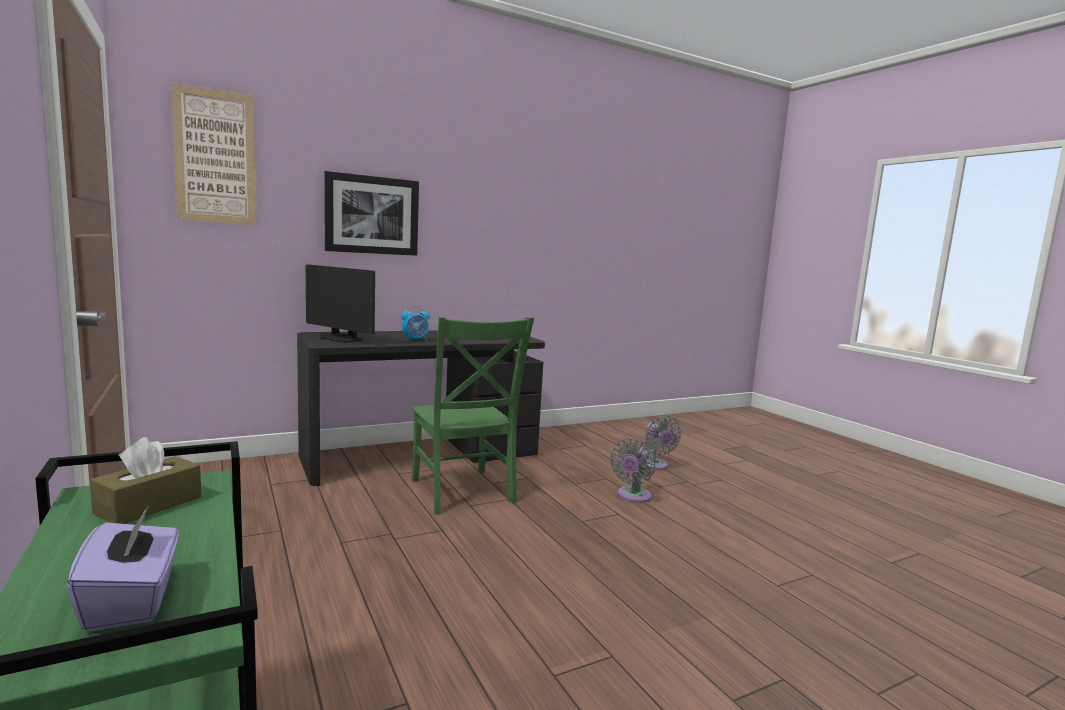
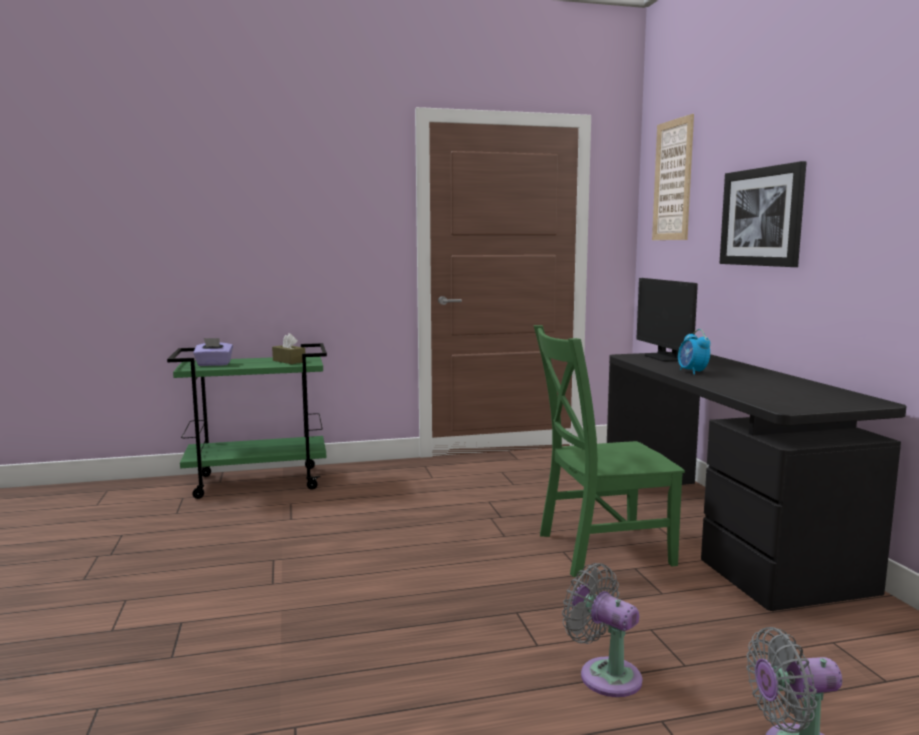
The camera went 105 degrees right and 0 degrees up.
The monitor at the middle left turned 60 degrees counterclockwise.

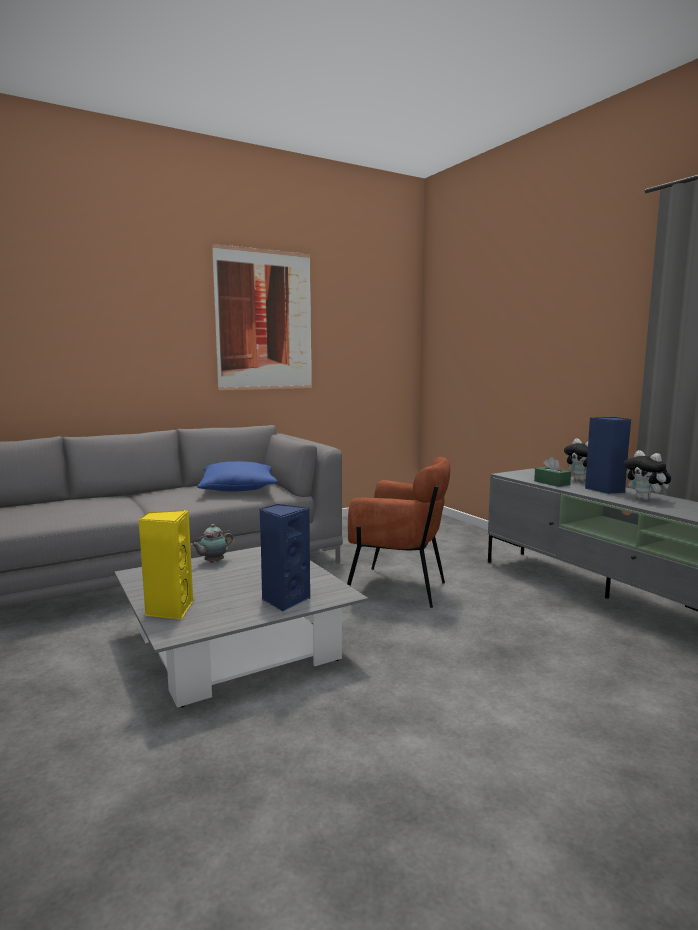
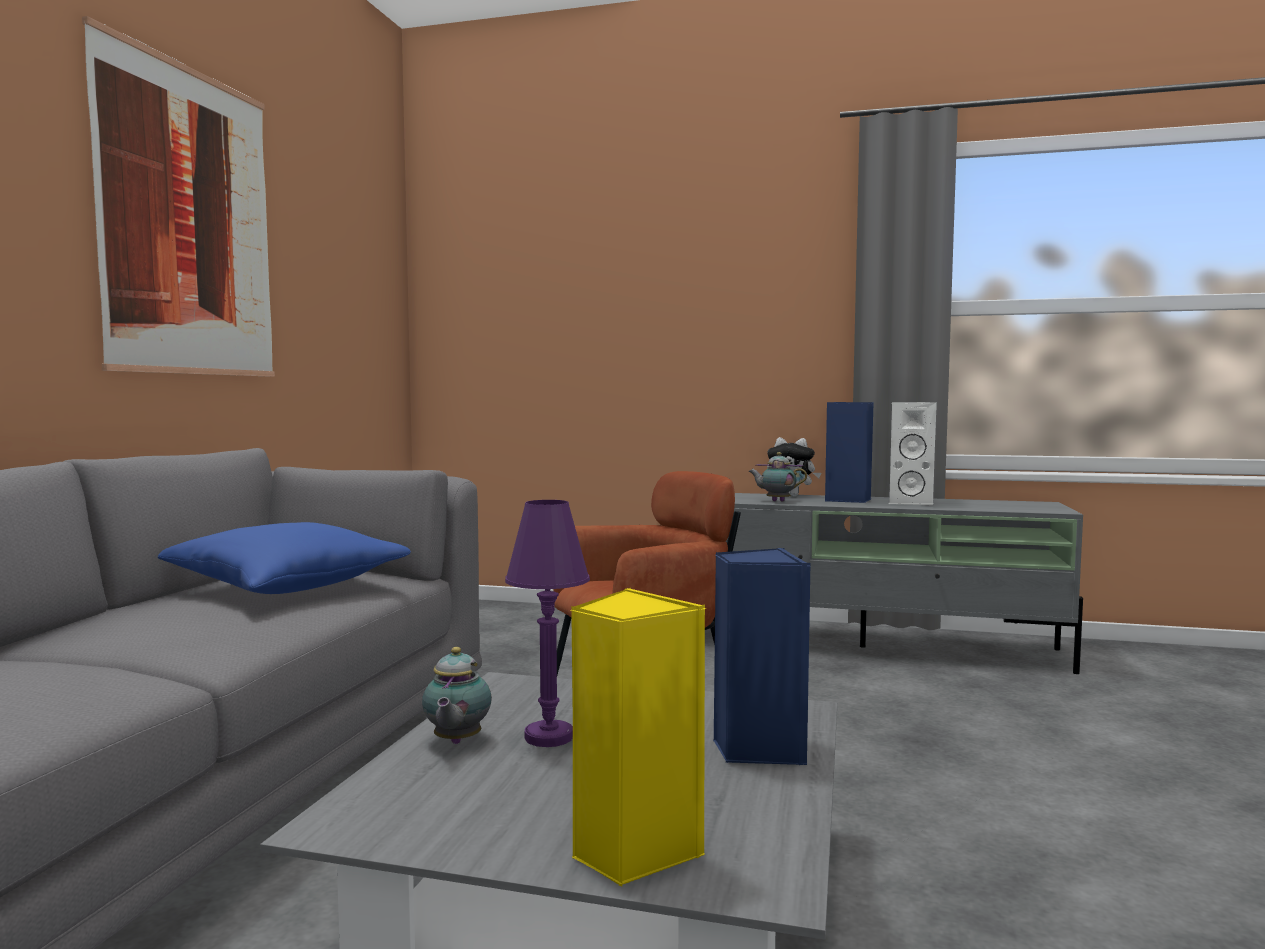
The camera went 45 degrees left and 5 degrees down.
The purple tabletop lamp at the centre appeared.
The greenish tissue holder at the middle right was replaced by the pot for tea (2nd from left) at the centre.
The plush toy (2nd from left) at the middle right was replaced by the whitish speaker at the middle right.

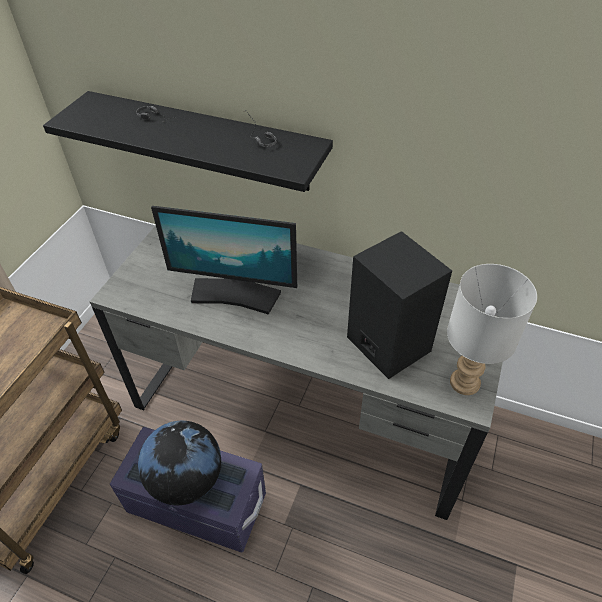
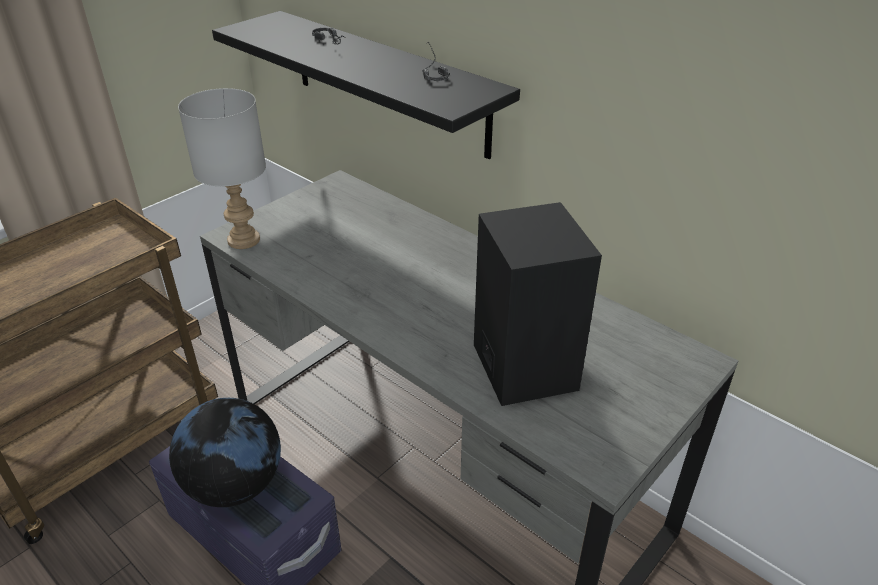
The camera went 20 degrees right and 10 degrees down.
The monitor at the centre disappeared.
The gray tabletop lamp moved from the middle right to the top left.

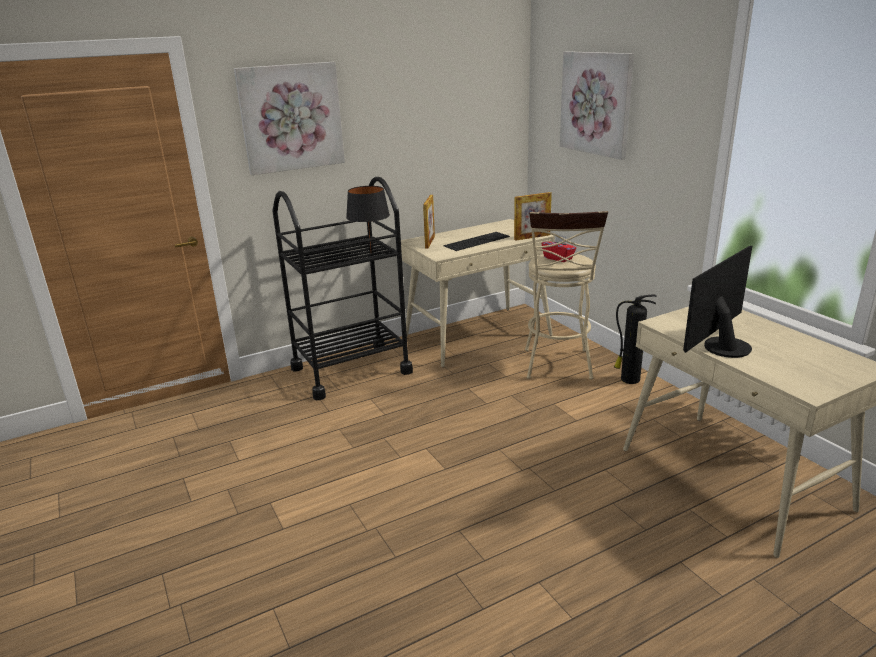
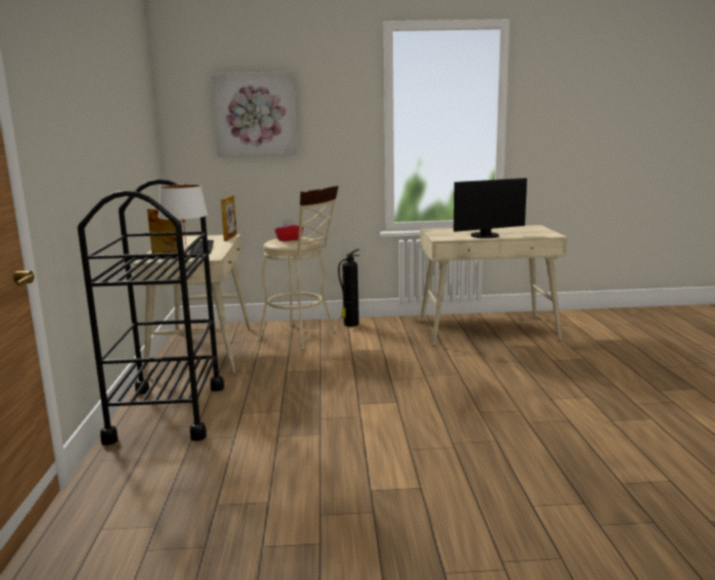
The camera went 65 degrees left and 10 degrees down.
The wall art (1st from left) at the top left disappeared.
The blackish tabletop lamp at the top centre became the whitish tabletop lamp at the middle left.
The monitor at the middle right turned 90 degrees counterclockwise.

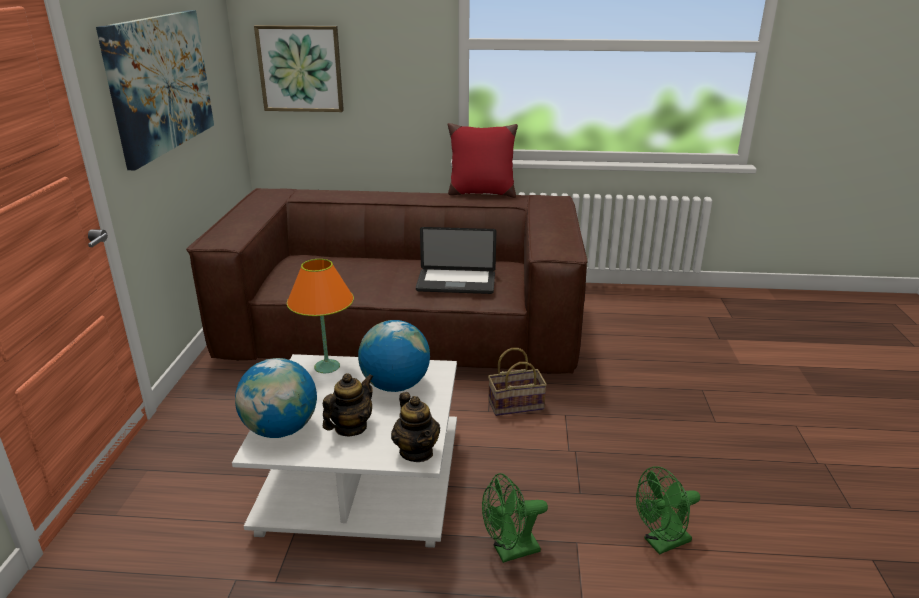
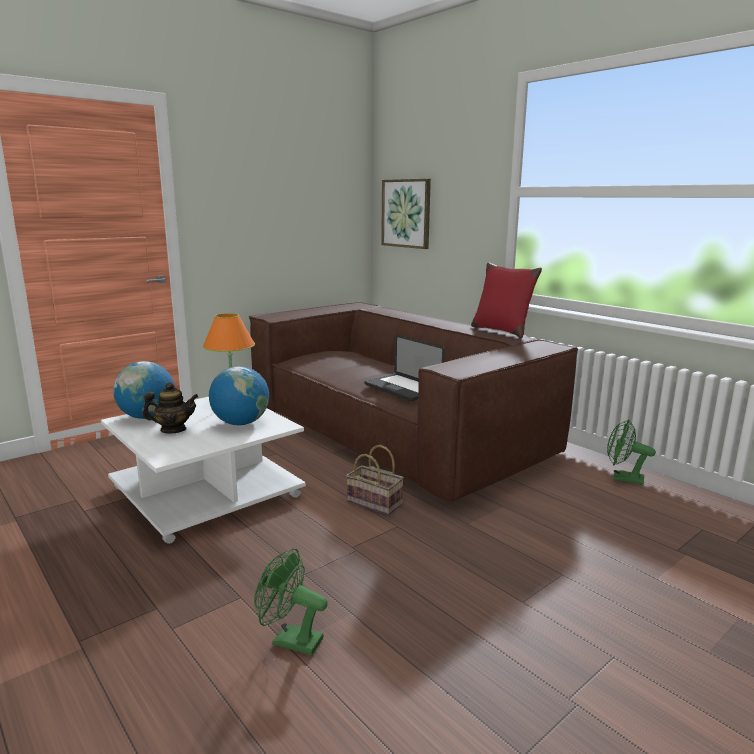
The camera went 45 degrees right and 10 degrees down.
The wall art (1st from left) at the top left disappeared.
The pot for tea (2nd from left) at the bottom centre disappeared.
The greenish cooling fan (1st from left in the first image) moved from the bottom centre to the middle right.

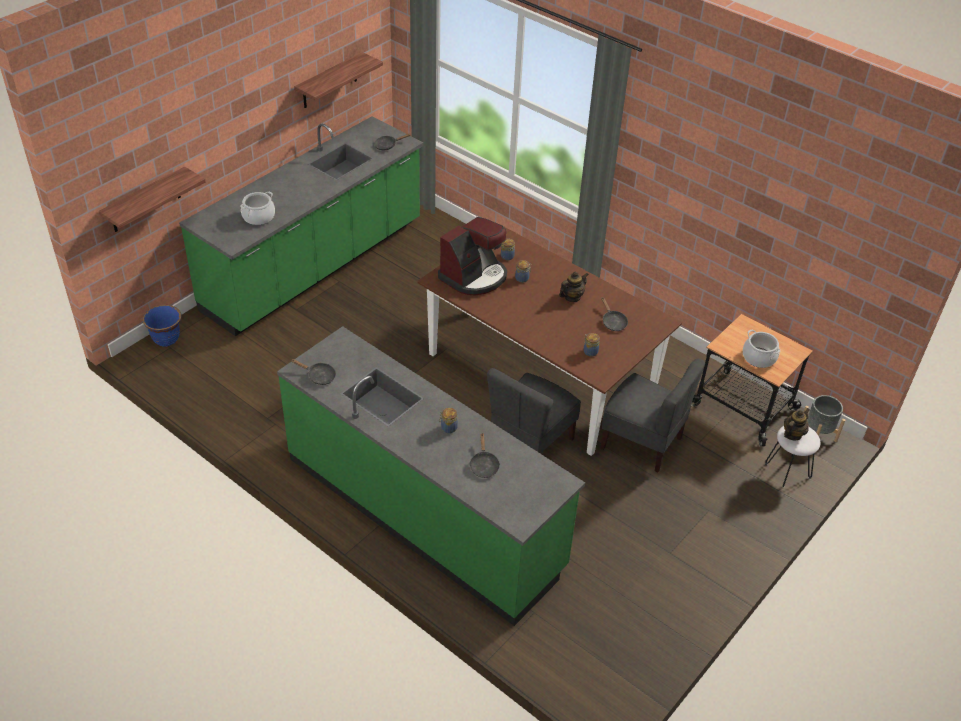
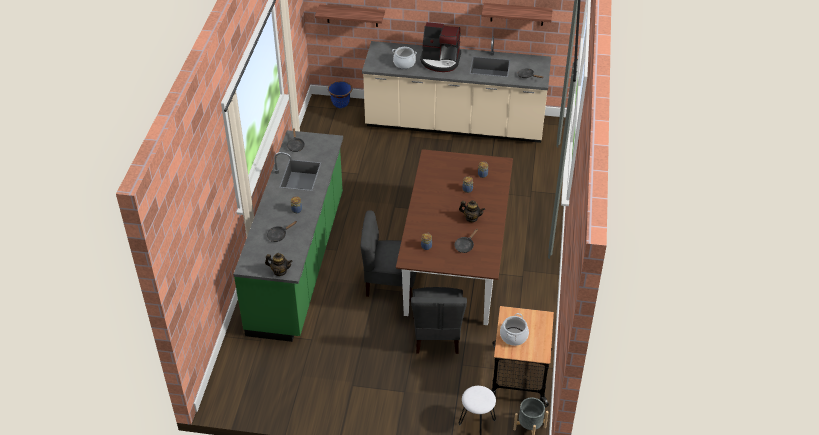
The camera went 60 degrees right and 0 degrees up.
The coffee brewer moved from the centre to the top centre.
The pot for tea (2nd from left in the first image) moved from the middle right to the centre.
The greenish kitchen base unit (1st from left) at the top left became the sand-coloured kitchen base unit at the top centre.

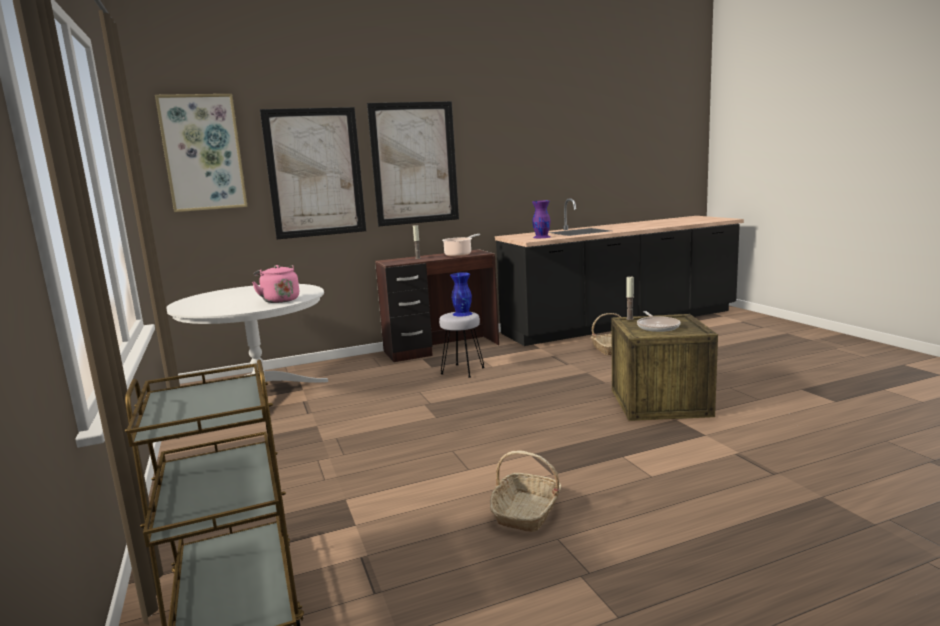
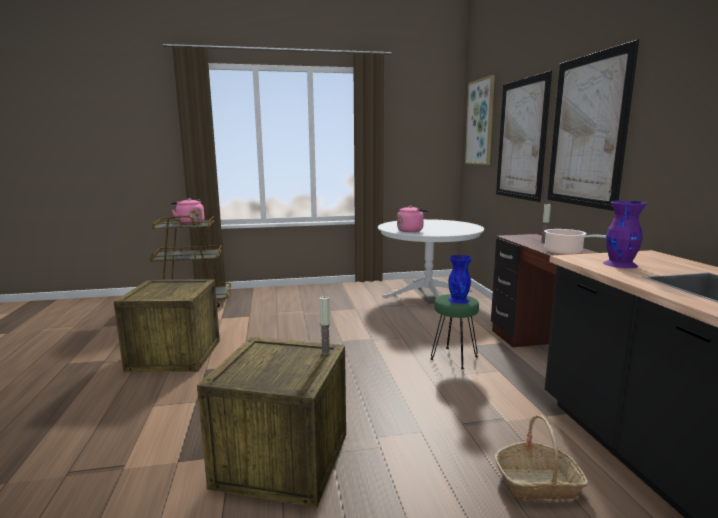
The camera went 100 degrees right and 0 degrees up.
The pan at the middle right disappeared.
The pinkish kettle (1st from left) at the middle left appeared.
The household basket (1st from left) at the bottom centre was replaced by the shipping crate (1st from left) at the middle left.
The gray sitting stool at the centre became the greenish sitting stool at the centre.

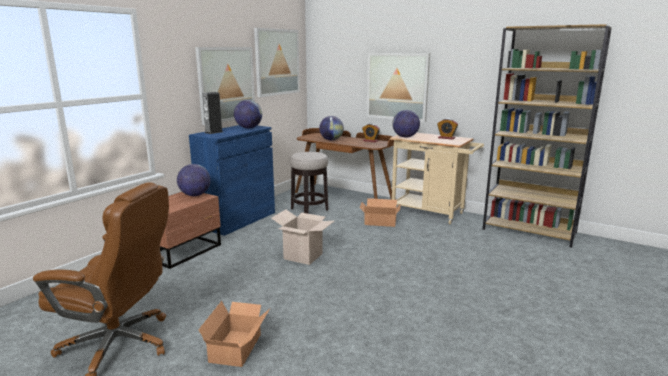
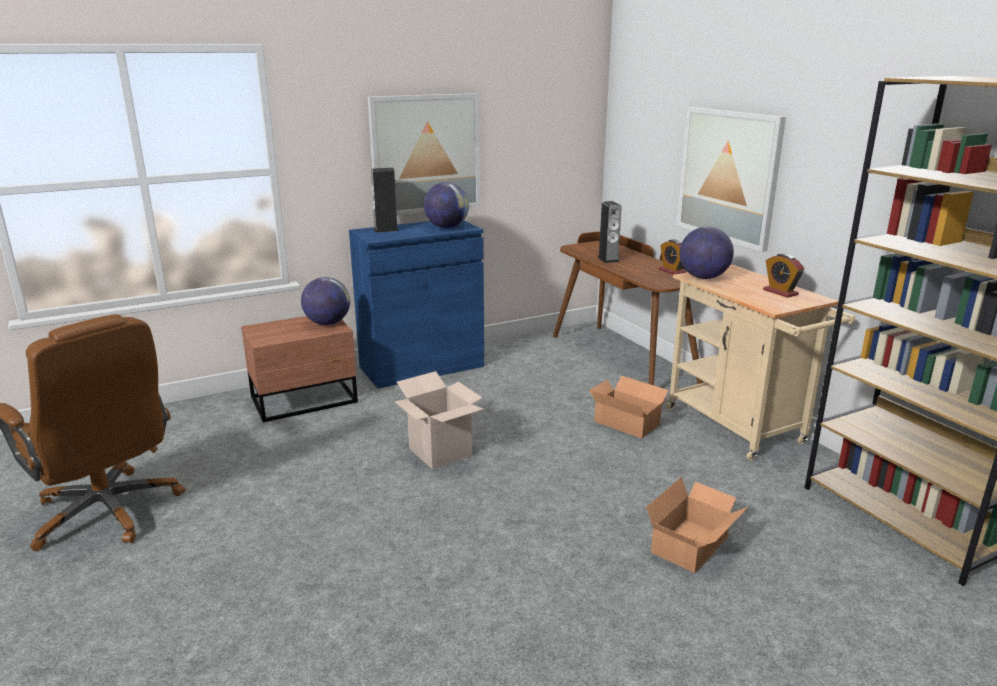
The camera went 30 degrees right and 5 degrees up.
The wall art (2nd from left) at the top centre disappeared.
The sitting stool at the centre disappeared.
The carton (1st from left in the first image) moved from the bottom centre to the bottom right.
The globe (3rd from left) at the centre was replaced by the speaker (2nd from left) at the centre.

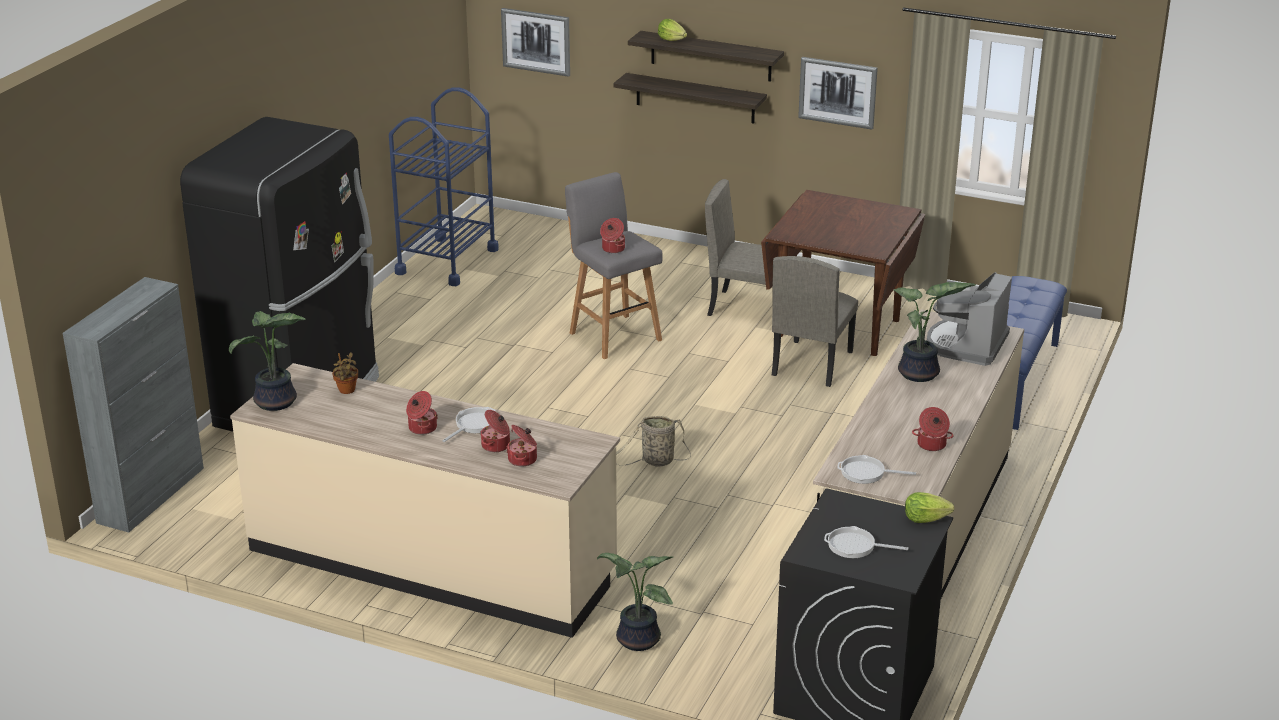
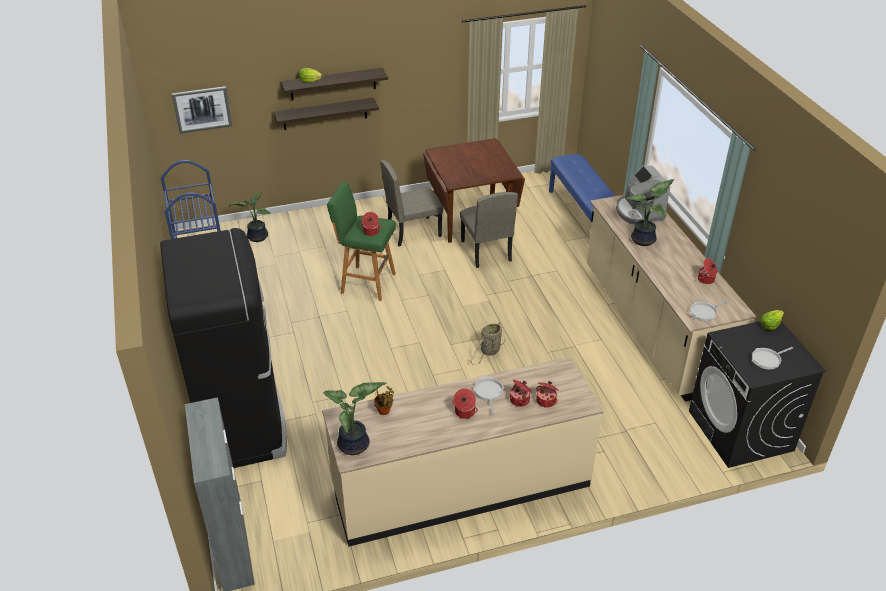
The camera went 40 degrees left and 10 degrees up.
The wall art (2nd from left) at the top centre disappeared.
The potted plant (3rd from left in the first image) moved from the bottom centre to the middle left.
The gray sitting stool at the centre became the greenish sitting stool at the centre.

